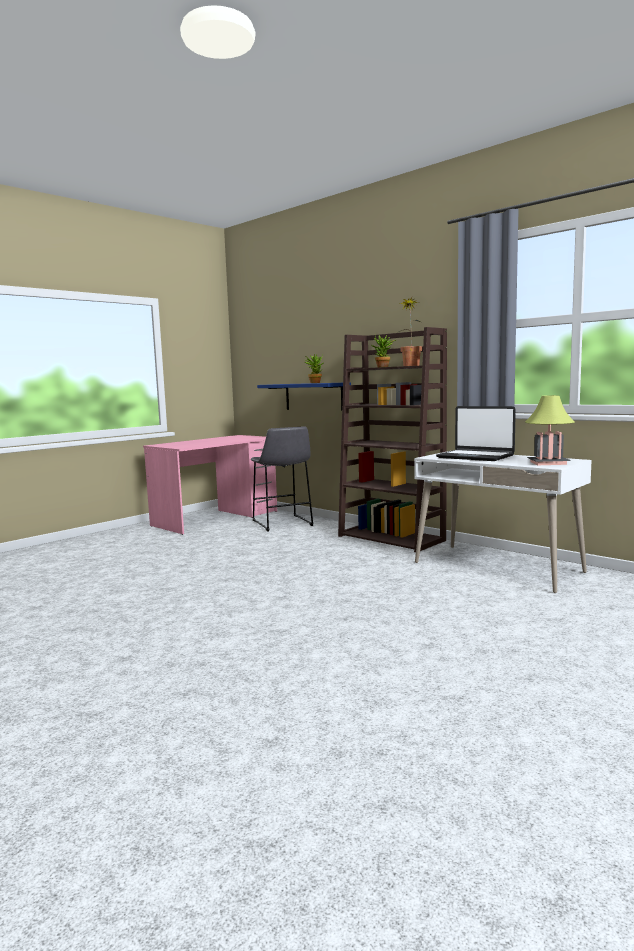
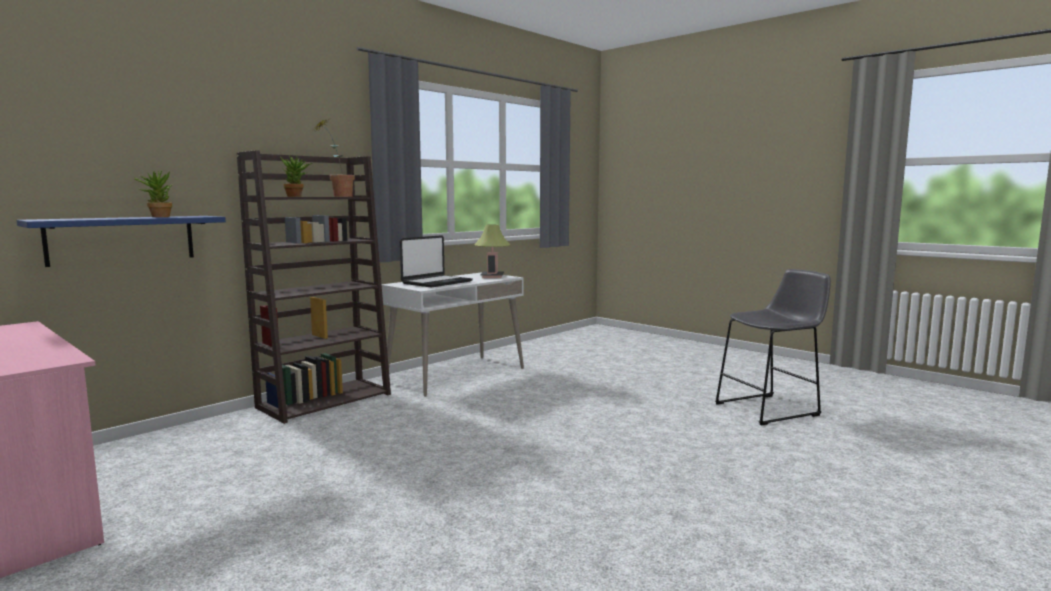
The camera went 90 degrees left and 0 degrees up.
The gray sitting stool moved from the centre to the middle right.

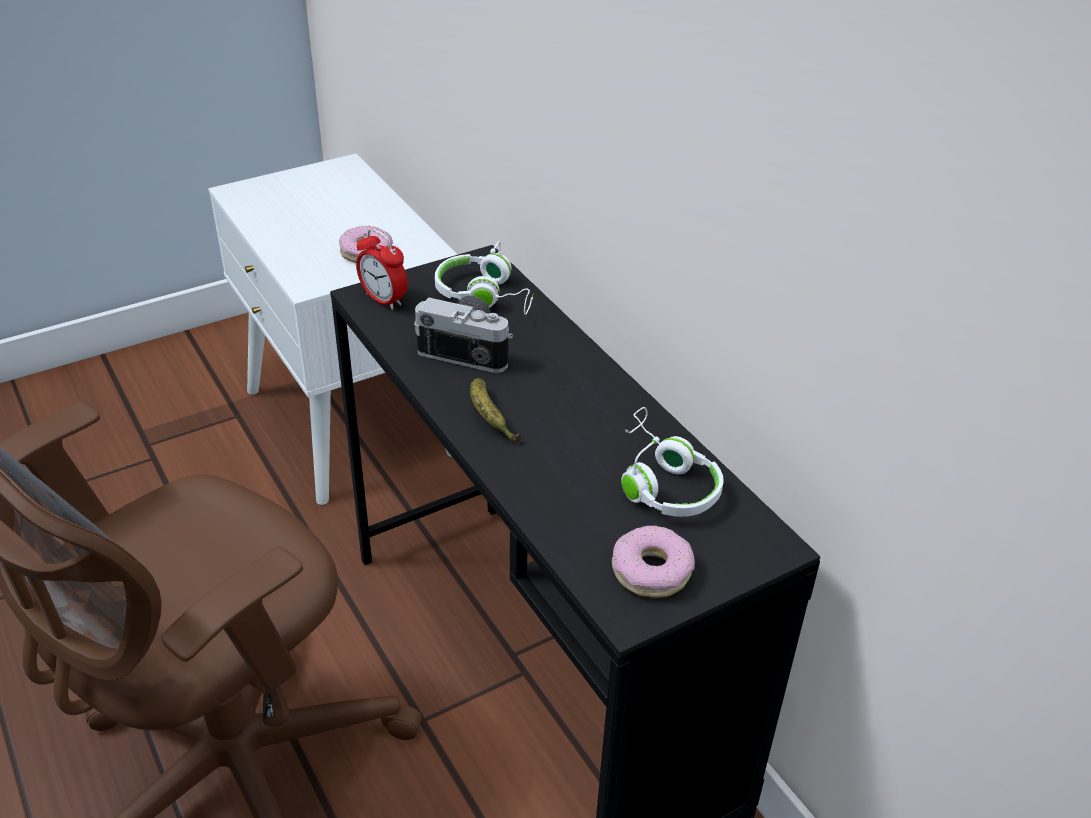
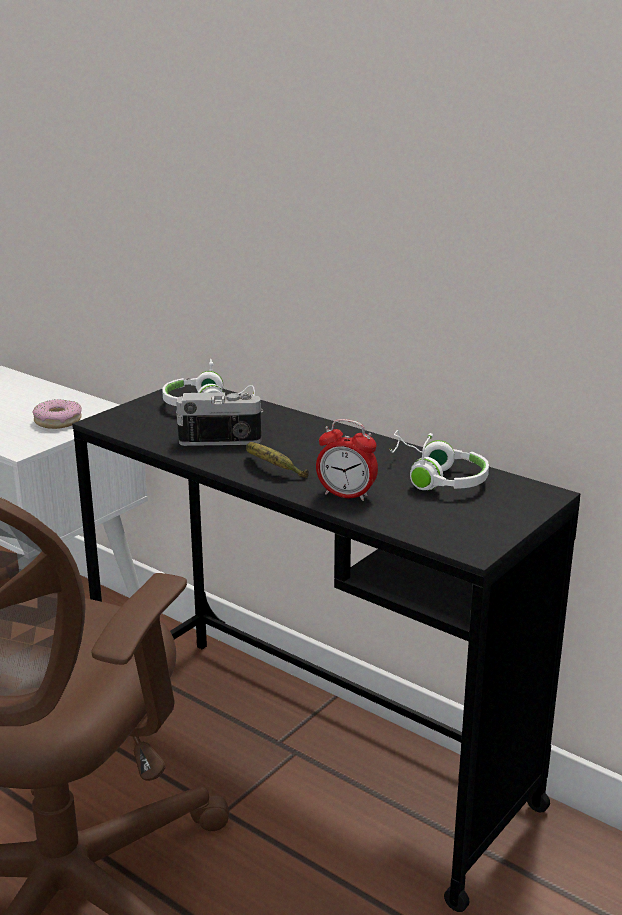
The camera went 20 degrees left and 15 degrees down.
The donut (2nd from left) at the bottom centre disappeared.
The bedside clock moved from the top centre to the centre.

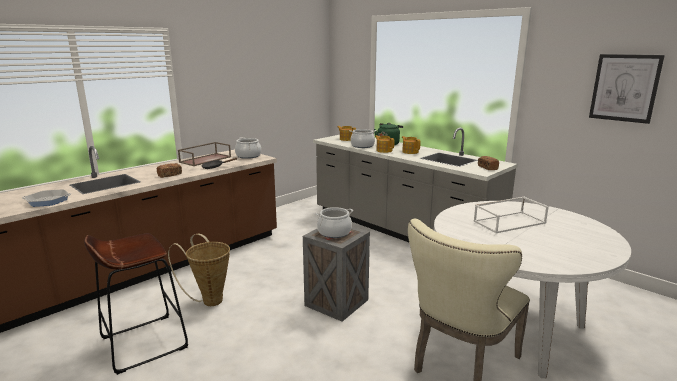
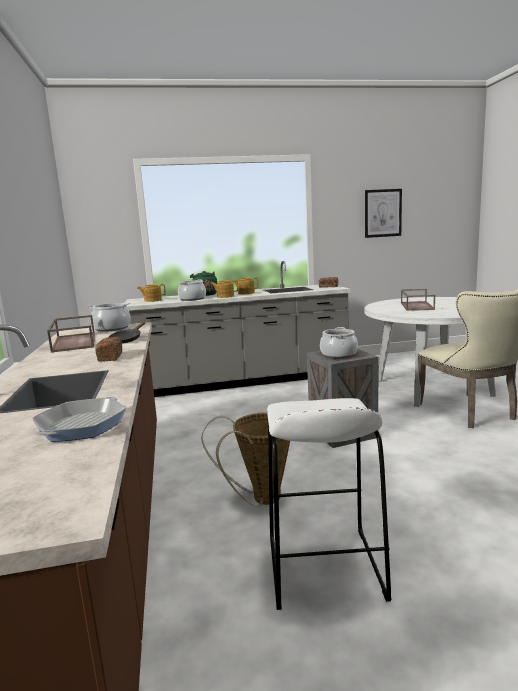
The camera went 55 degrees left and 5 degrees down.
The brown-coloured sitting stool at the bottom left became the whitish sitting stool at the bottom centre.
The whitish carrying tray at the middle right became the brown-coloured carrying tray (2nd from left) at the middle right.

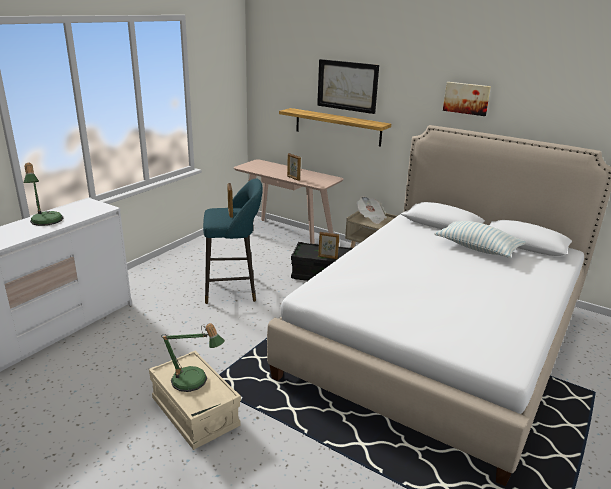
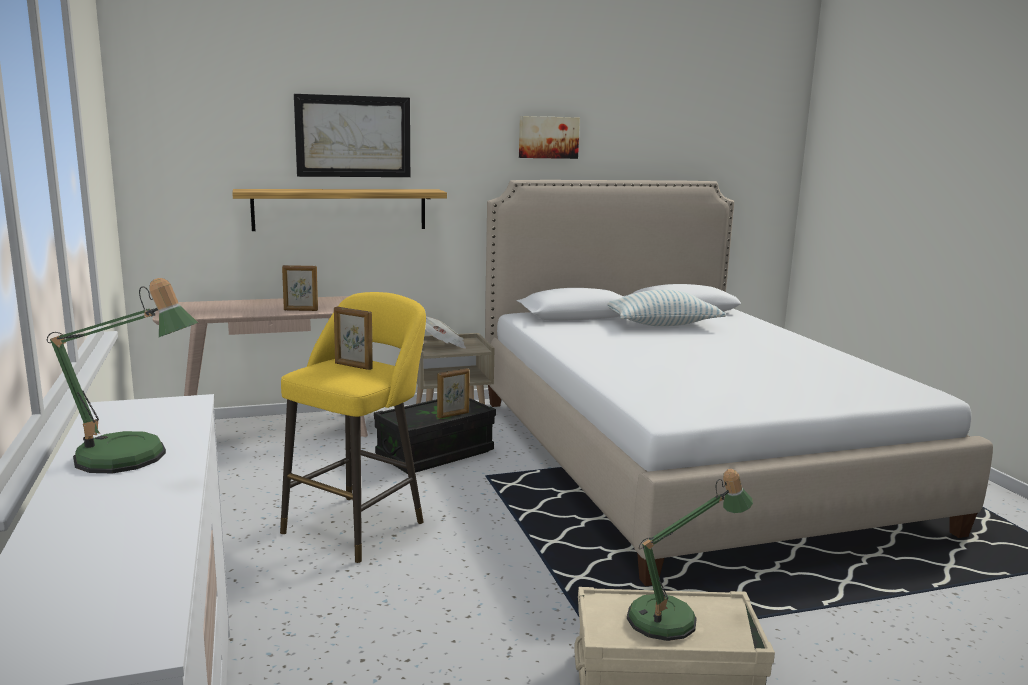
The camera went 50 degrees left and 10 degrees down.
The turquoise sitting stool at the centre became the yellow sitting stool at the centre.

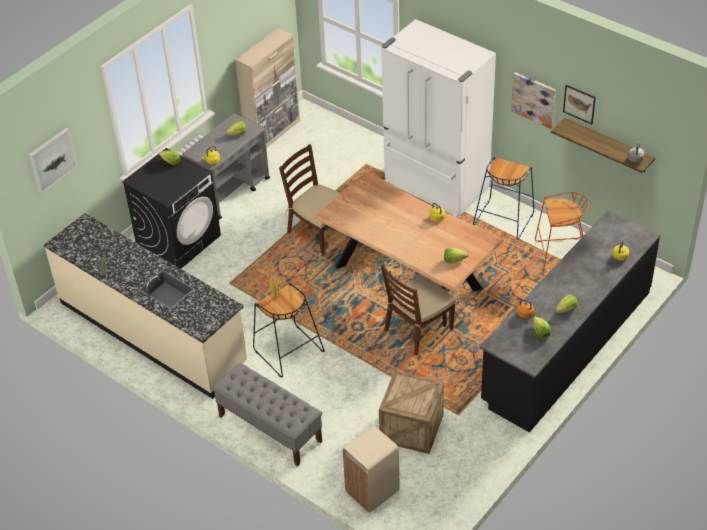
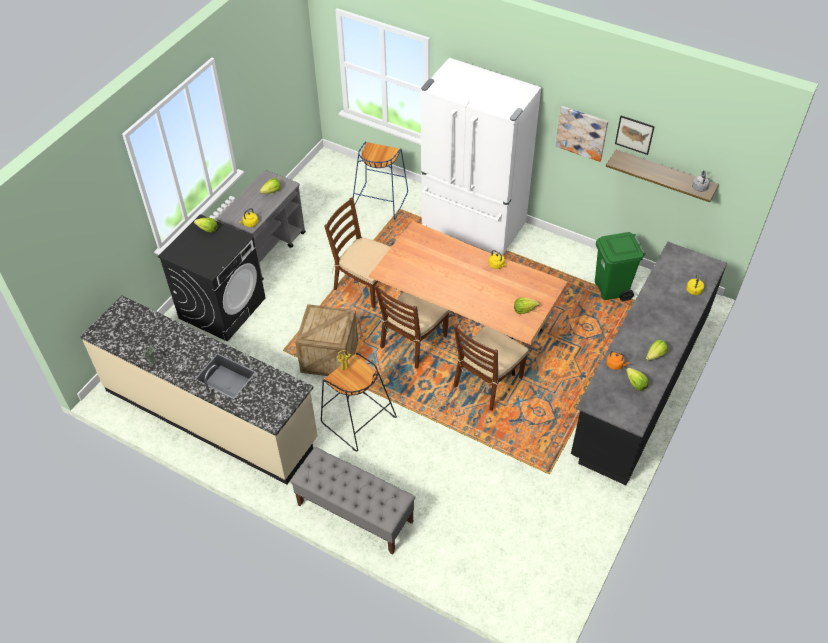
The camera went 10 degrees left and 5 degrees up.
The wall art (1st from left) at the top left disappeared.
The sand-coloured cabinet at the top centre disappeared.
The sand-coloured waste bin at the bottom centre disappeared.
The brown-coloured upright chair (2nd from left) at the centre appeared.
The shipping crate moved from the bottom centre to the centre.
The blue sitting stool moved from the middle right to the top centre.
The orangey sitting stool at the middle right was replaced by the greenish waste bin at the middle right.

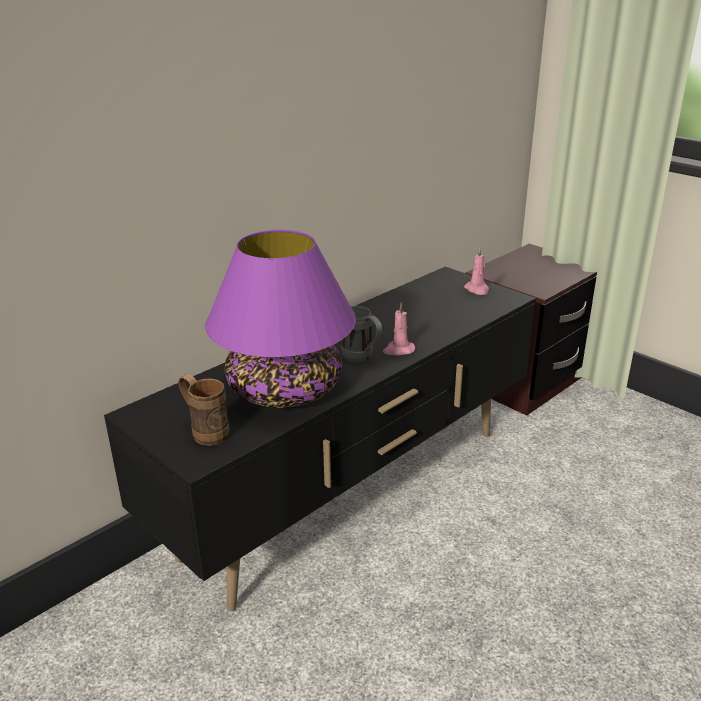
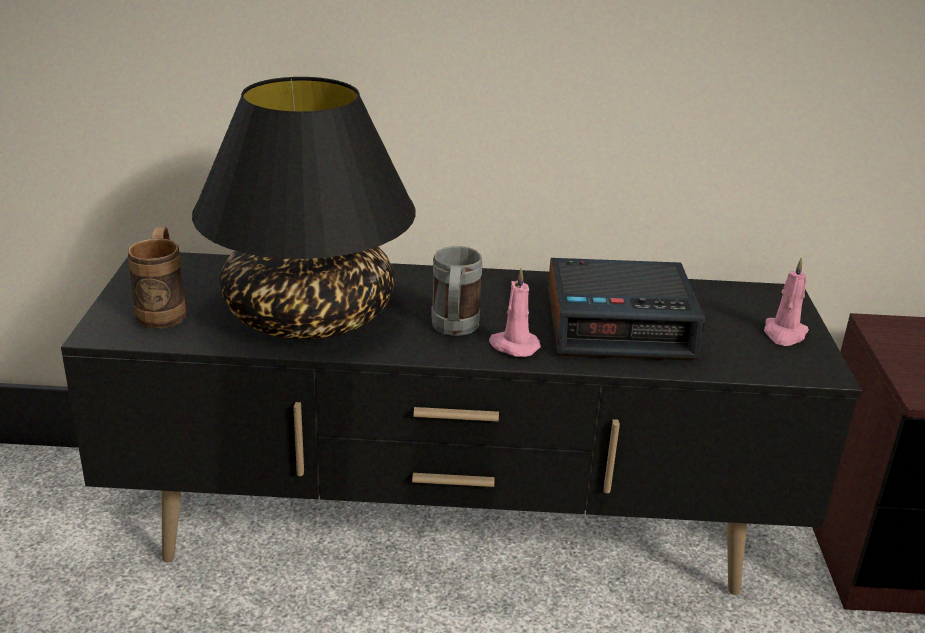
The camera went 45 degrees right and 0 degrees up.
The bedside clock at the middle right appeared.
The purple tabletop lamp at the centre became the blackish tabletop lamp at the top left.

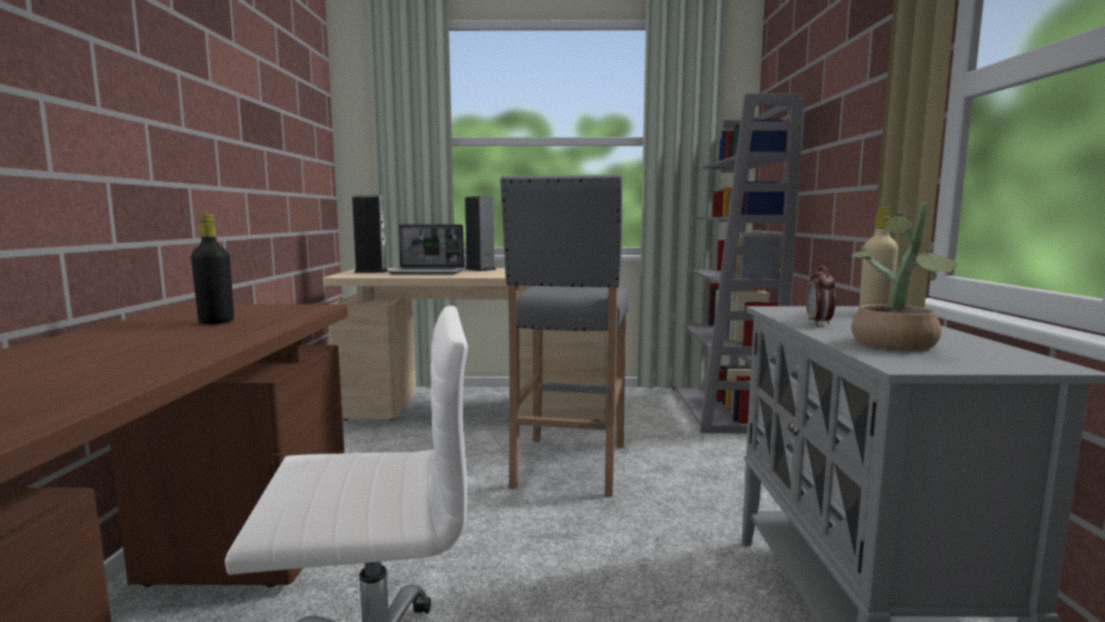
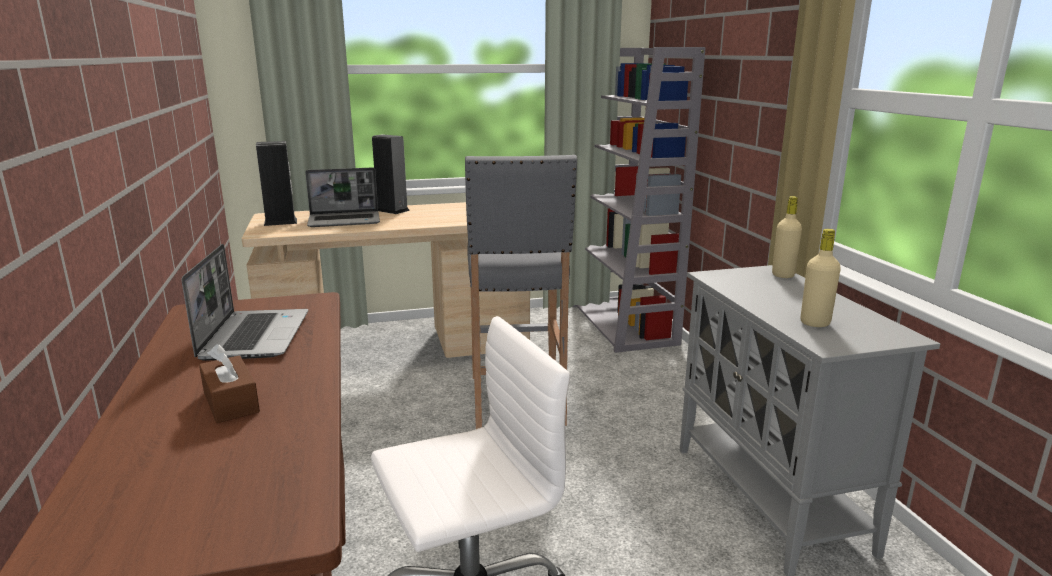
The camera went 15 degrees left and 10 degrees up.
The bedside clock at the middle right disappeared.
The brown-coloured tissue holder at the middle left appeared.
The blackish drink bottle at the middle left was replaced by the notebook computer (1st from left) at the middle left.
The potted plant at the middle right was replaced by the sand-coloured drink bottle (2nd from left) at the middle right.

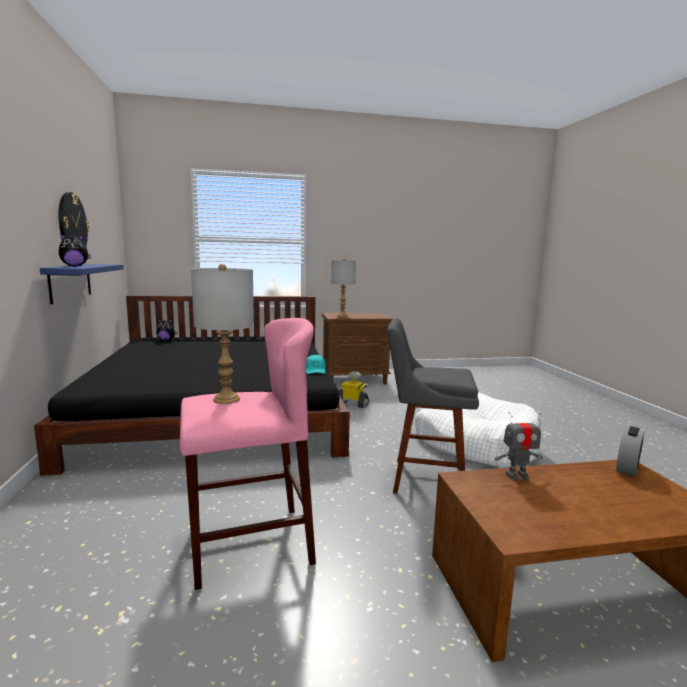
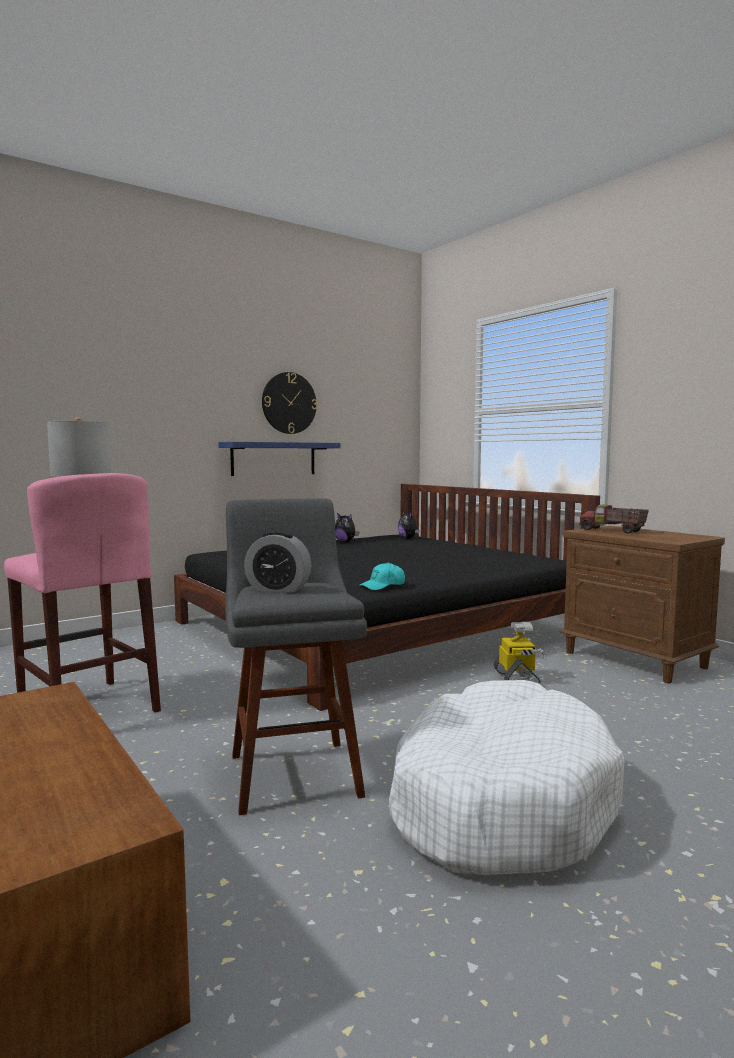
The camera went 65 degrees right and 5 degrees down.
The robot figure (2nd from left) at the middle right disappeared.
The plush toy (1st from left) moved from the middle left to the centre.
The bedside clock moved from the middle right to the centre.
The gray tabletop lamp (2nd from left) at the centre was replaced by the model truck at the middle right.

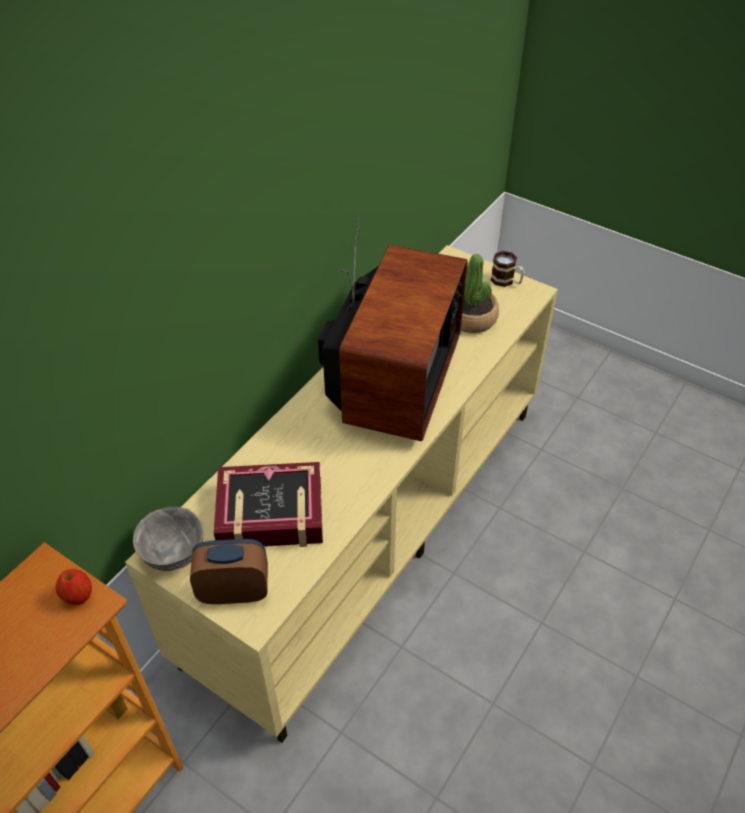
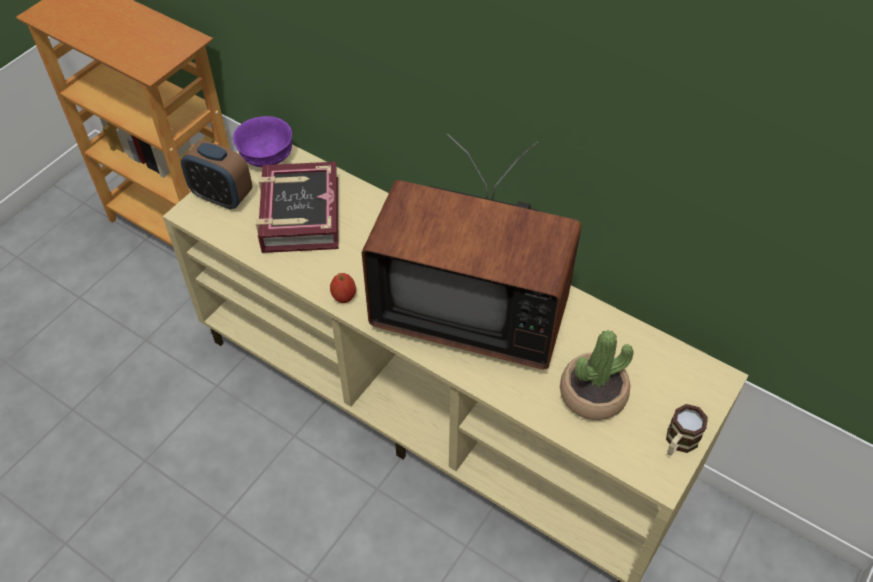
The camera went 90 degrees right and 5 degrees up.
The whole apple moved from the bottom left to the centre.
The gray deep dish at the middle left became the purple deep dish at the top left.
The bedside clock at the bottom left turned 120 degrees clockwise.

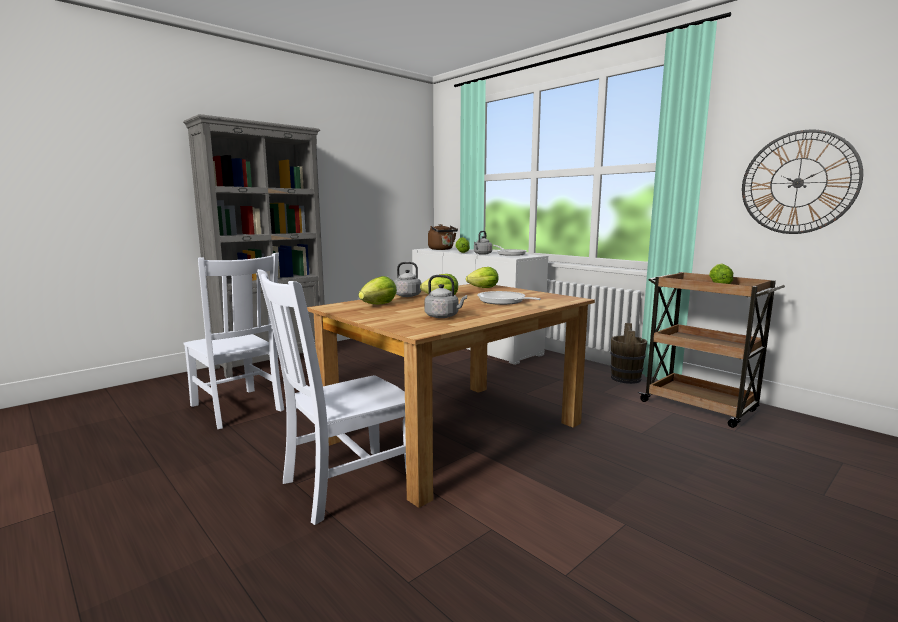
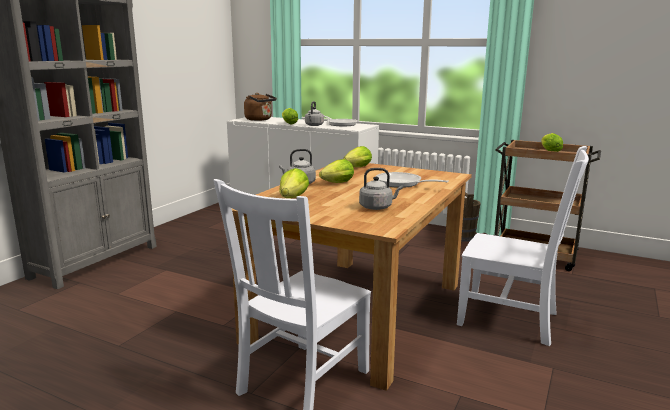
The camera went 20 degrees left and 5 degrees up.
The wall clock at the top right disappeared.
The whitish upright chair (1st from left in the first image) moved from the middle left to the middle right.

